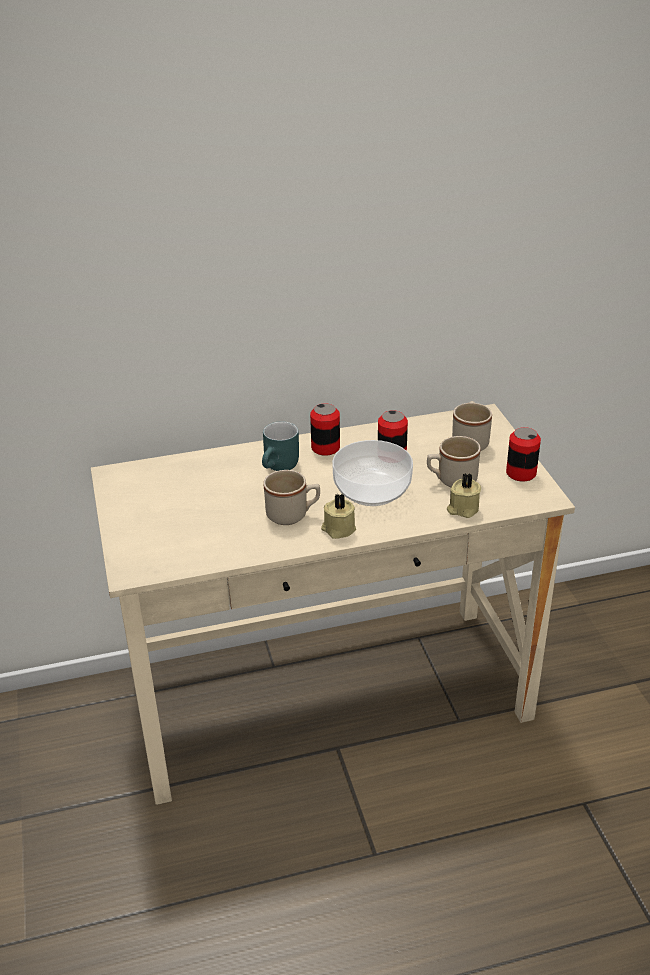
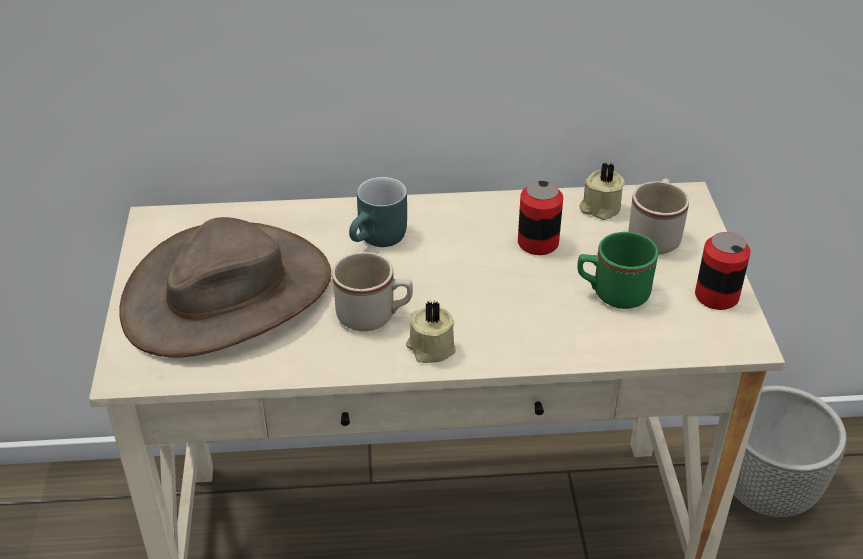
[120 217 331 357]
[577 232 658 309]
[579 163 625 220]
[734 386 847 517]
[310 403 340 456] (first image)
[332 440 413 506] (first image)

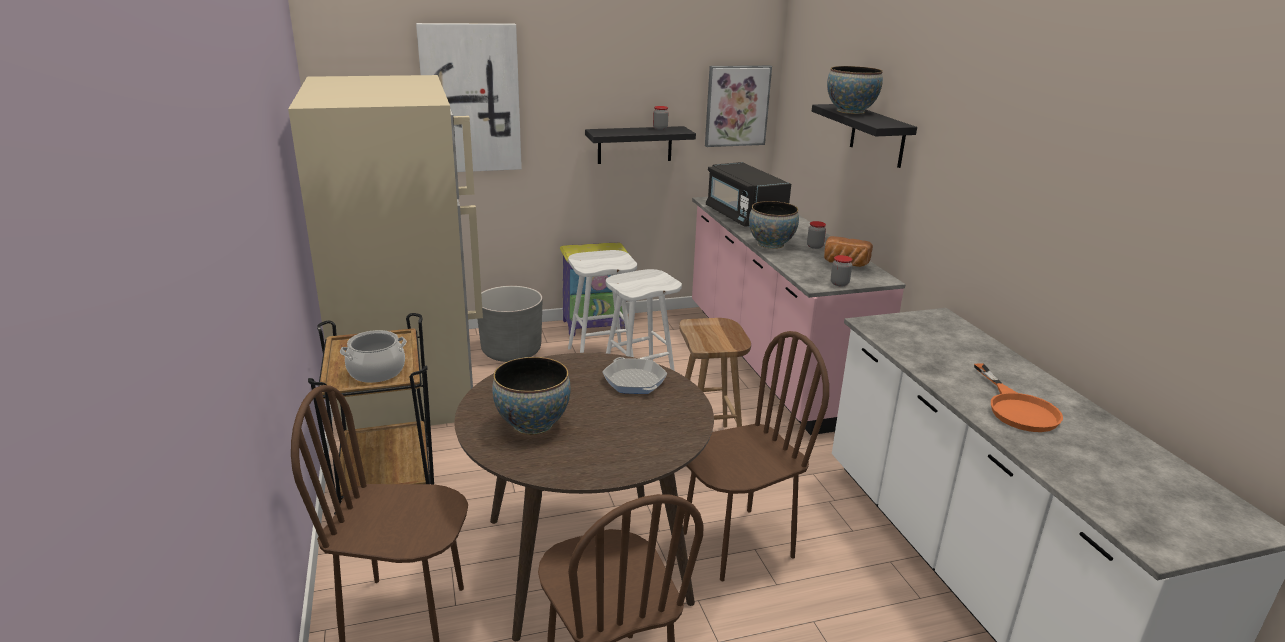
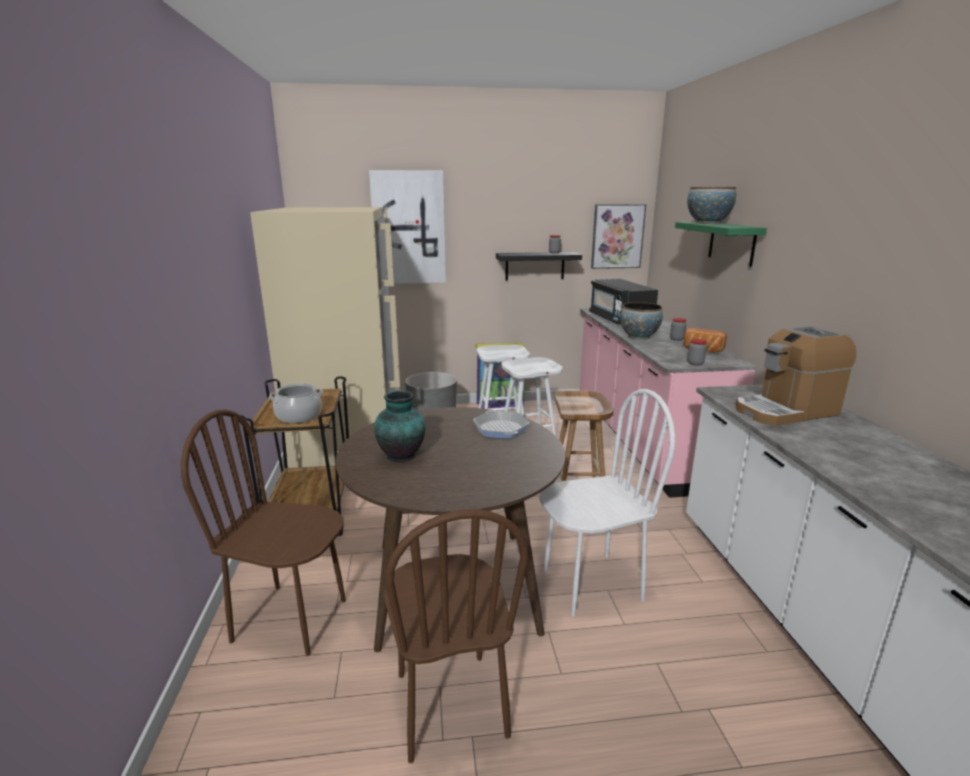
[374 390 425 462]
[539 389 675 617]
[675 222 767 266]
[736 326 856 426]
[974 363 1063 432] (first image)

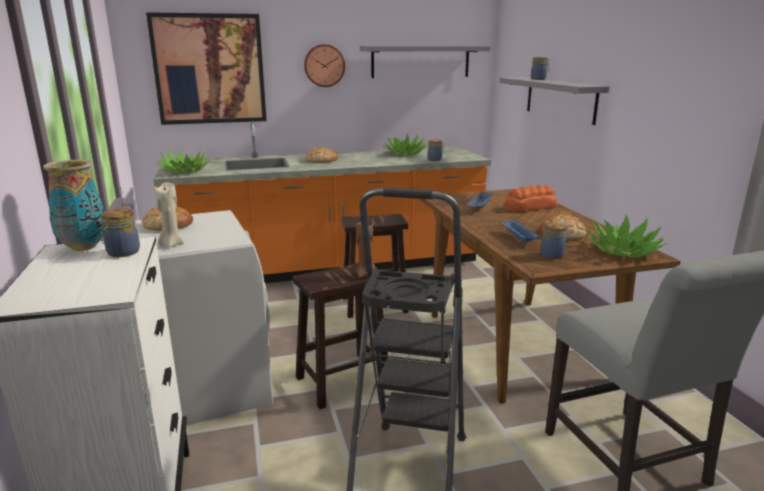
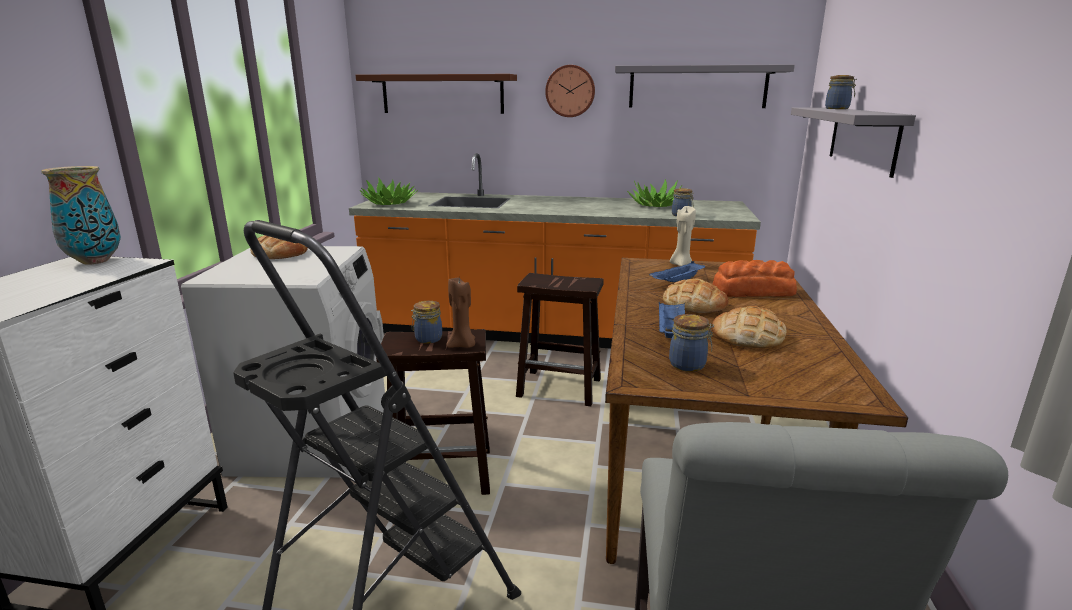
[356 74 517 114]
[411 301 442 344]
[663 279 728 313]
[670 206 696 266]
[585 215 667 257] (first image)

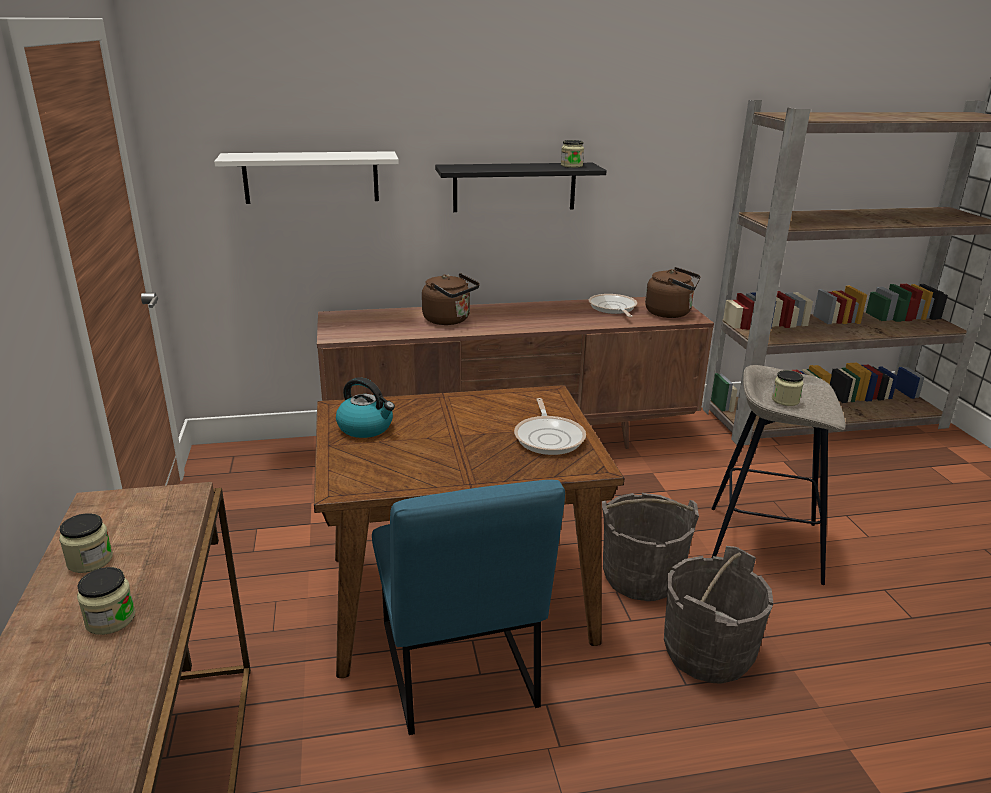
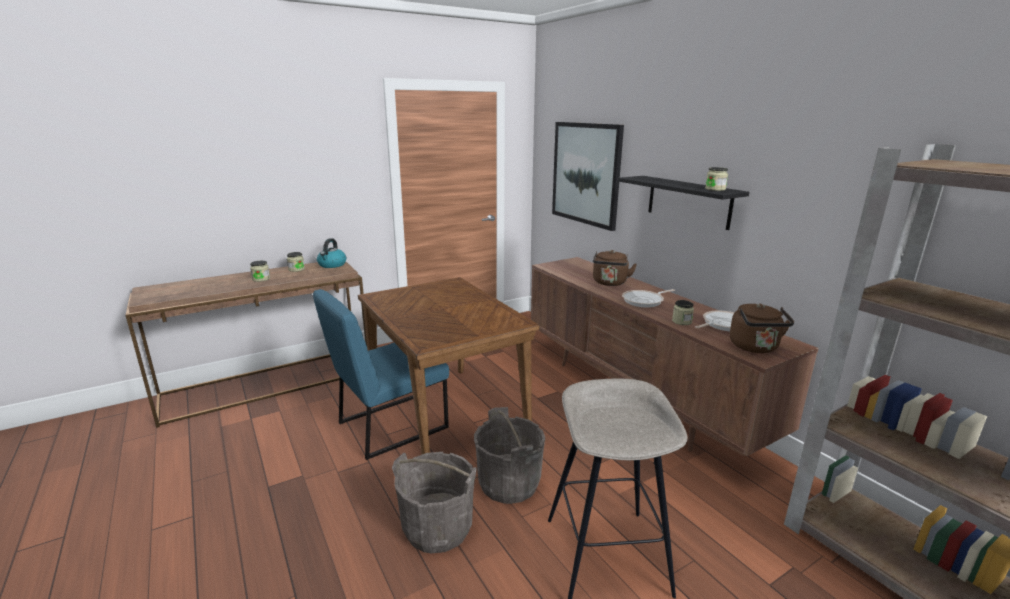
[317 238 346 268]
[552 122 624 231]
[622 289 675 308]
[672 300 694 325]

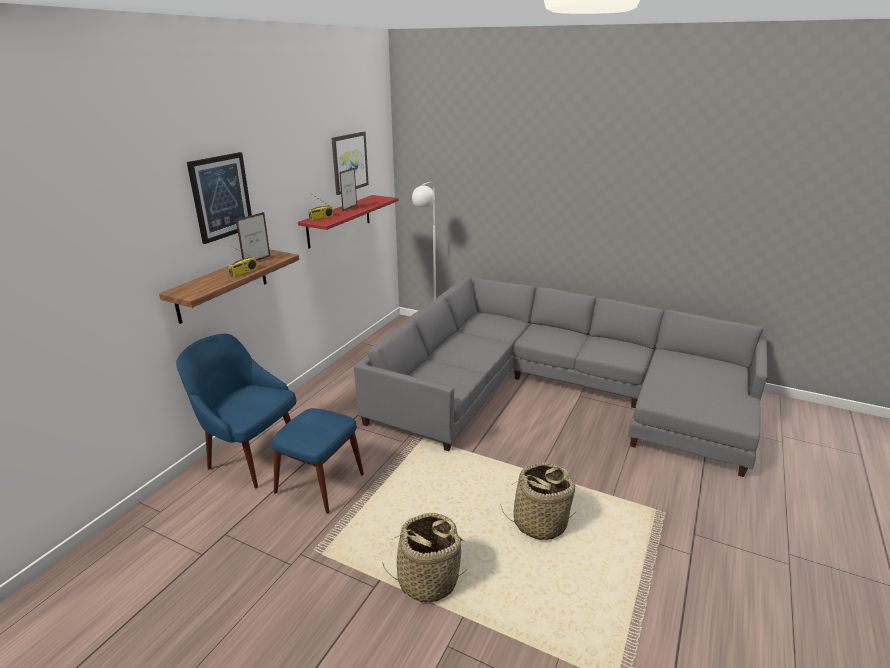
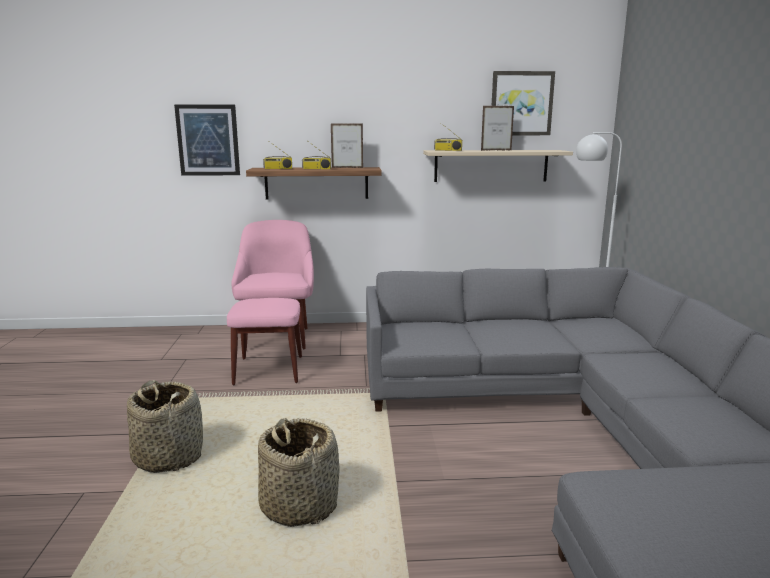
[174 104 240 176]
[227 220 314 385]
[263 142 292 169]
[423 150 573 182]

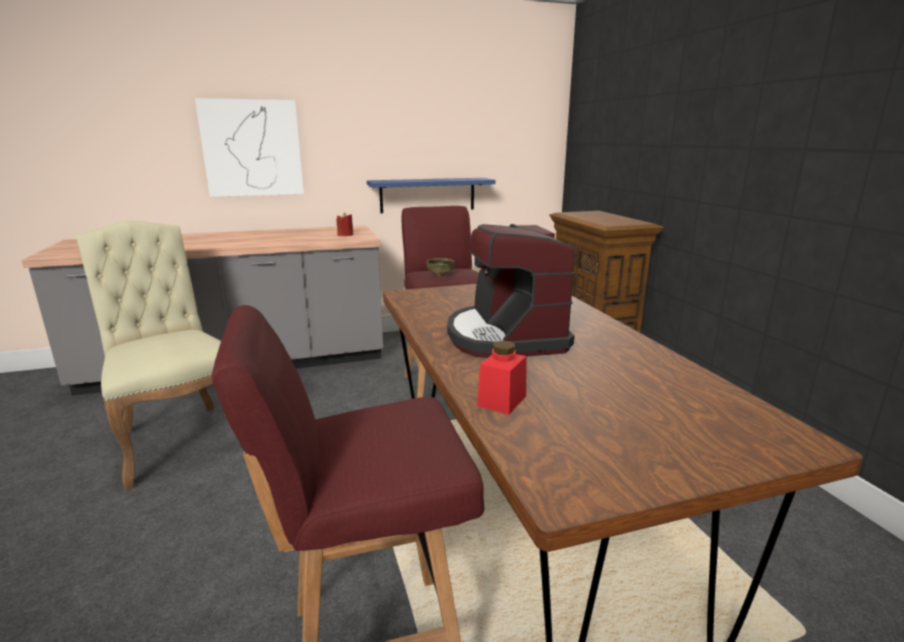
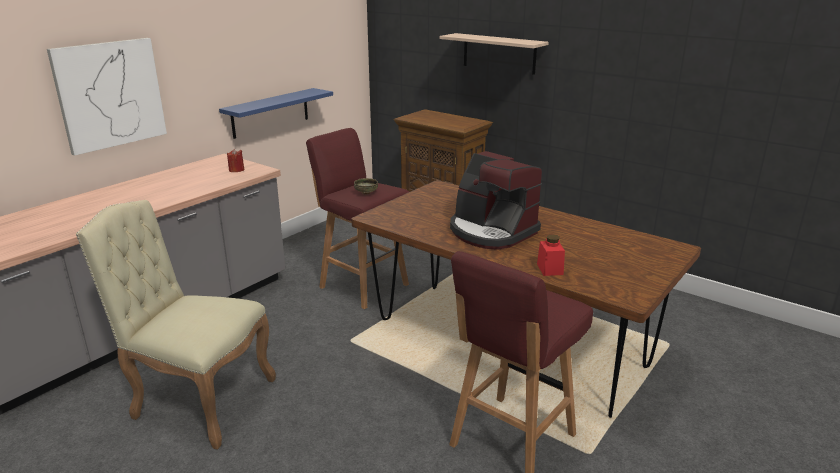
[440 33 549 75]

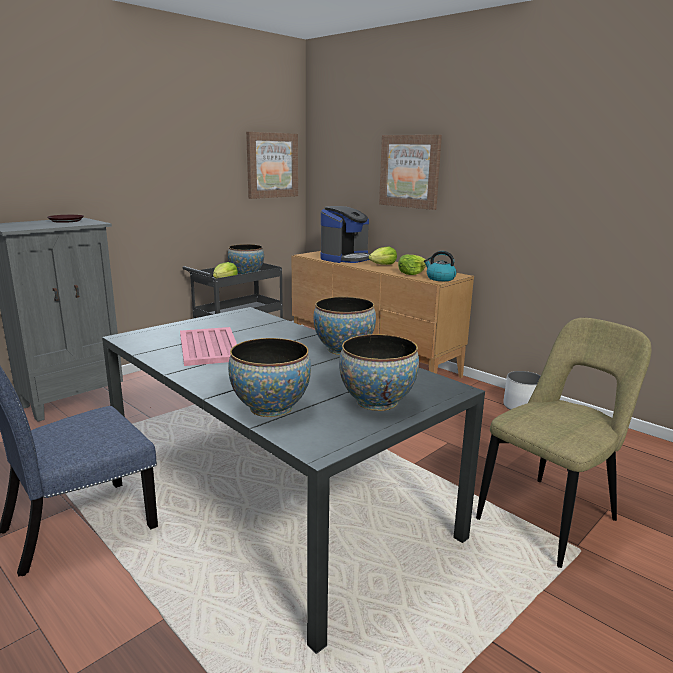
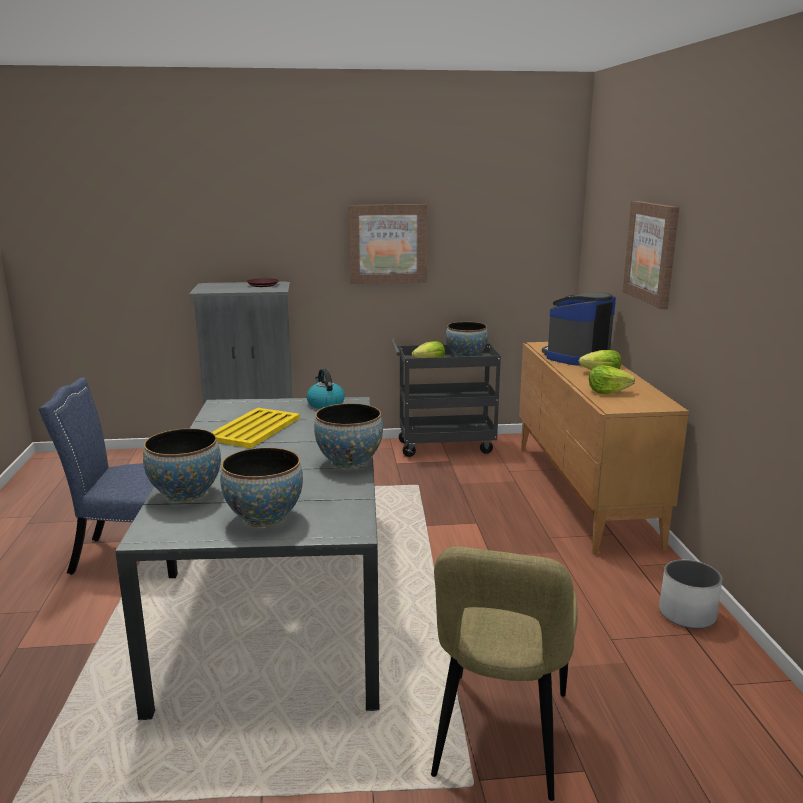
[212 408 300 448]
[306 369 345 409]
[349 204 427 284]
[431 546 578 801]
[542 292 616 365]

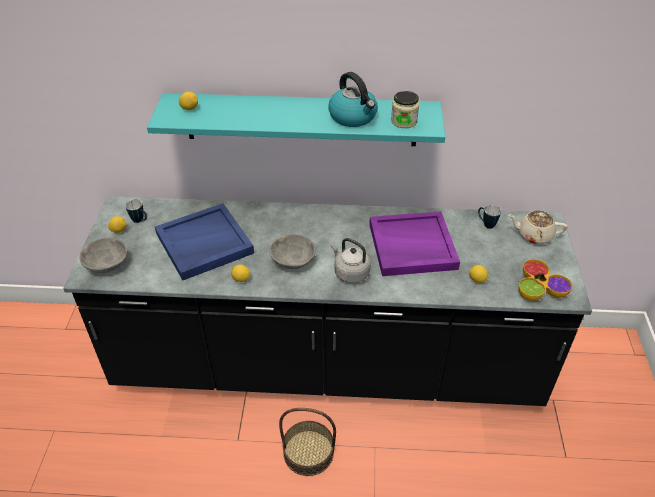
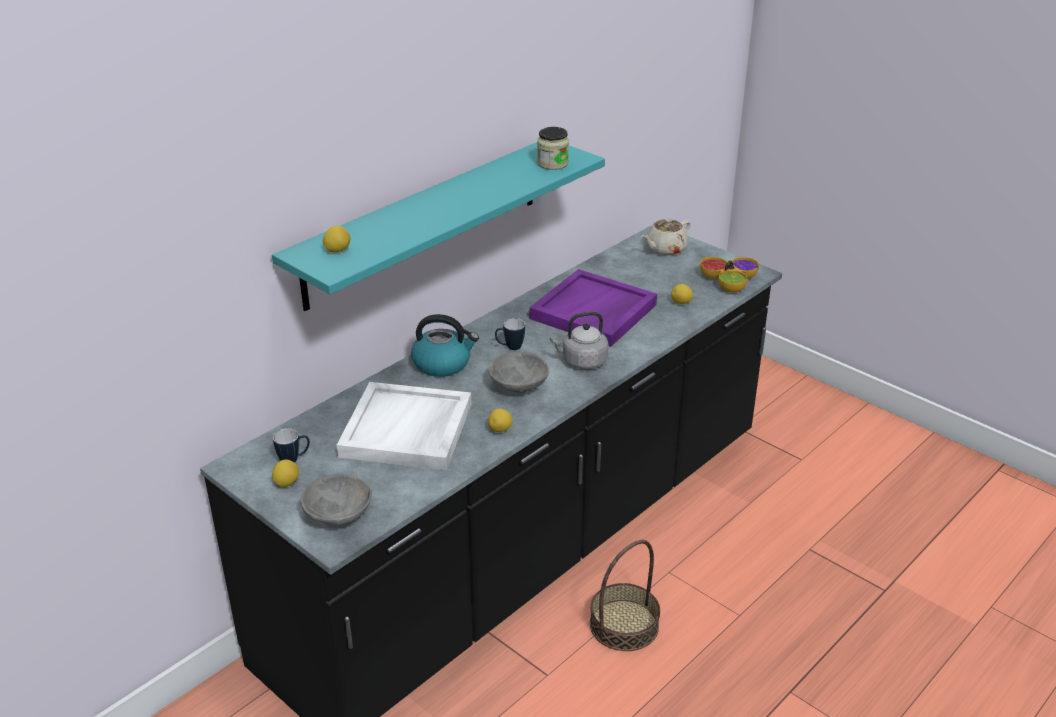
[337 382 471 470]
[411 314 479 377]
[495 318 525 350]

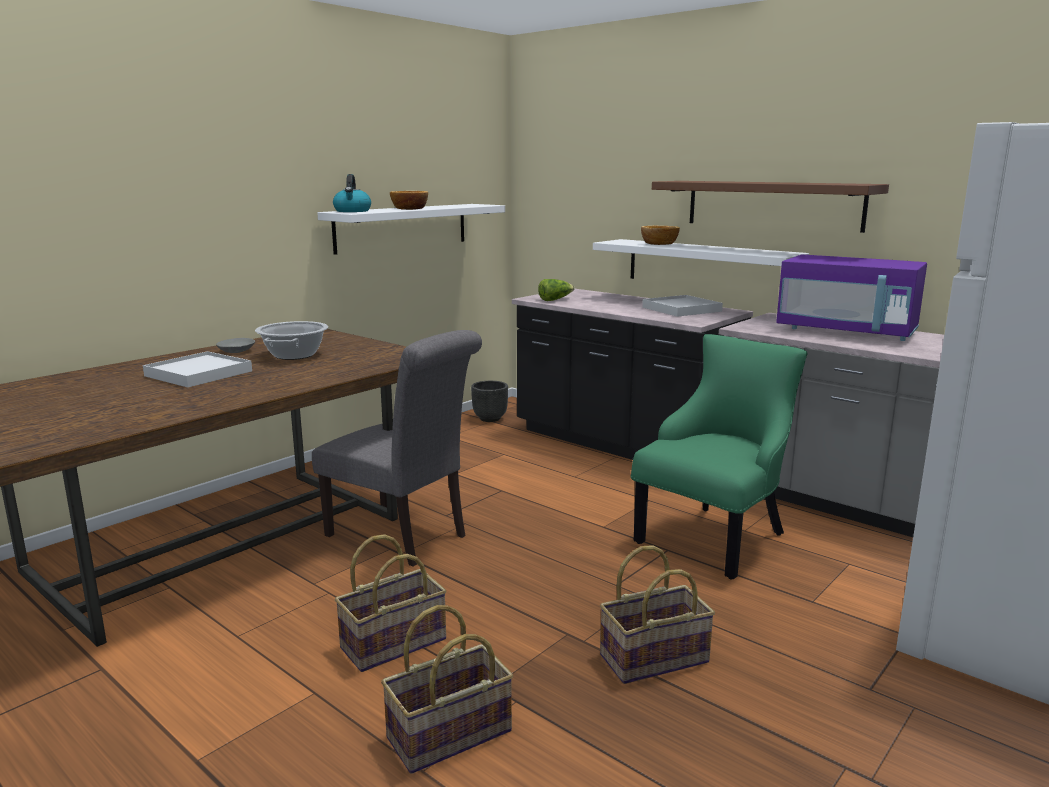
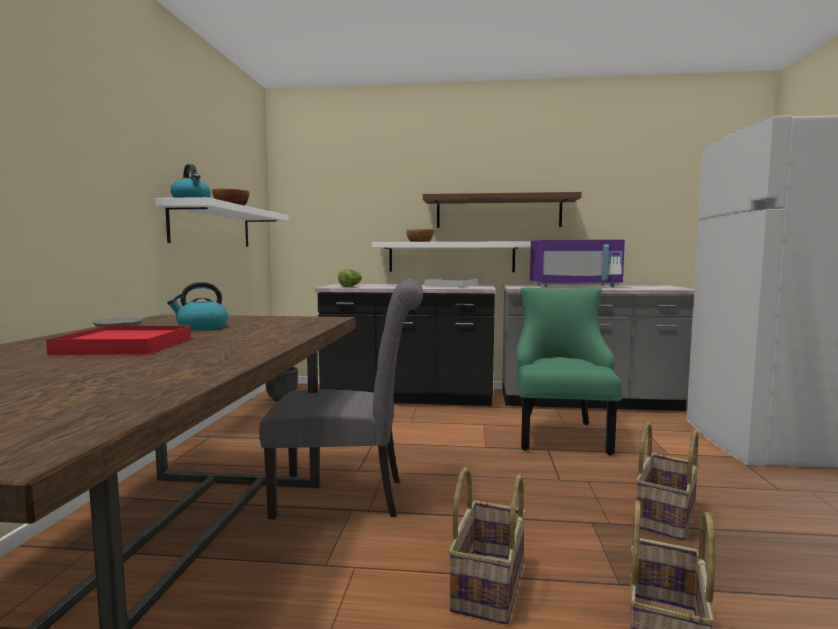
[46 326 191 355]
[167 282 228 330]

